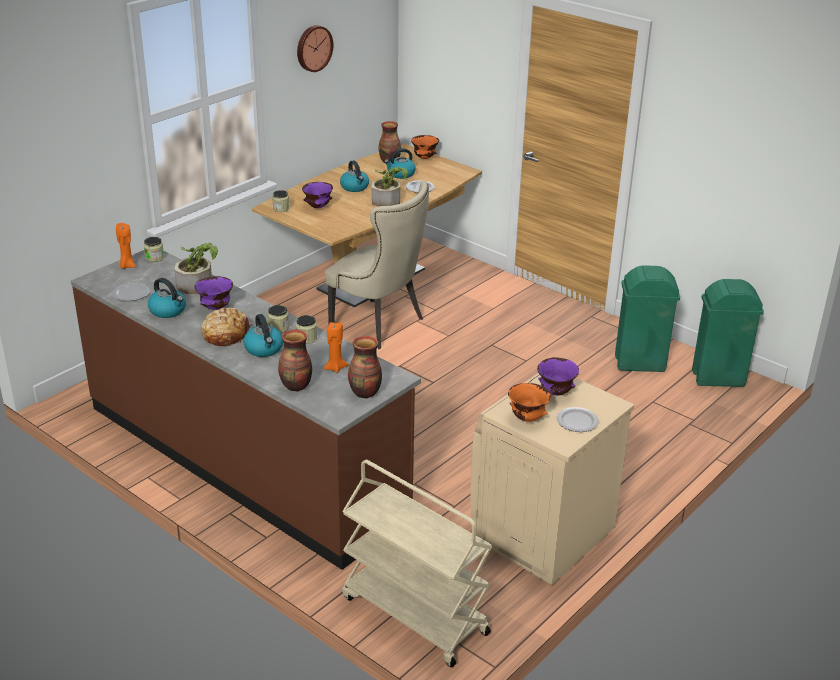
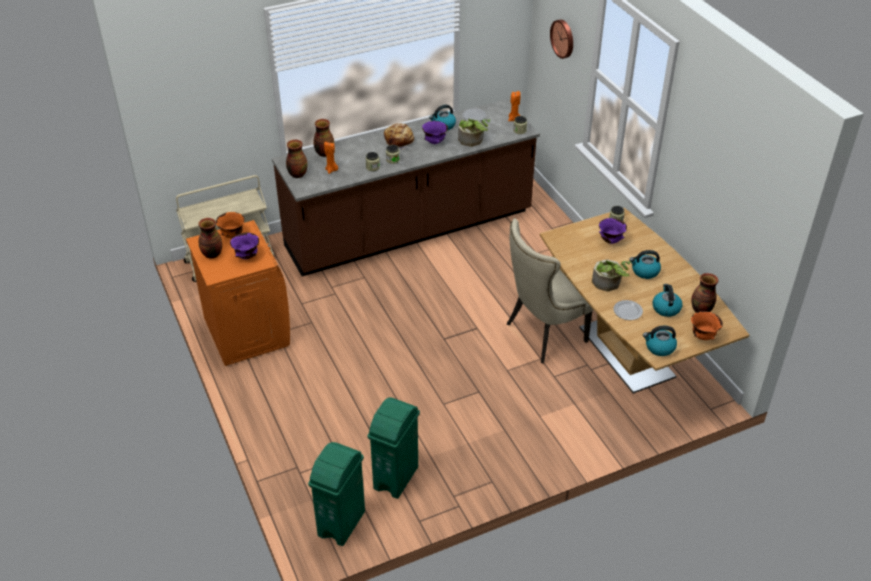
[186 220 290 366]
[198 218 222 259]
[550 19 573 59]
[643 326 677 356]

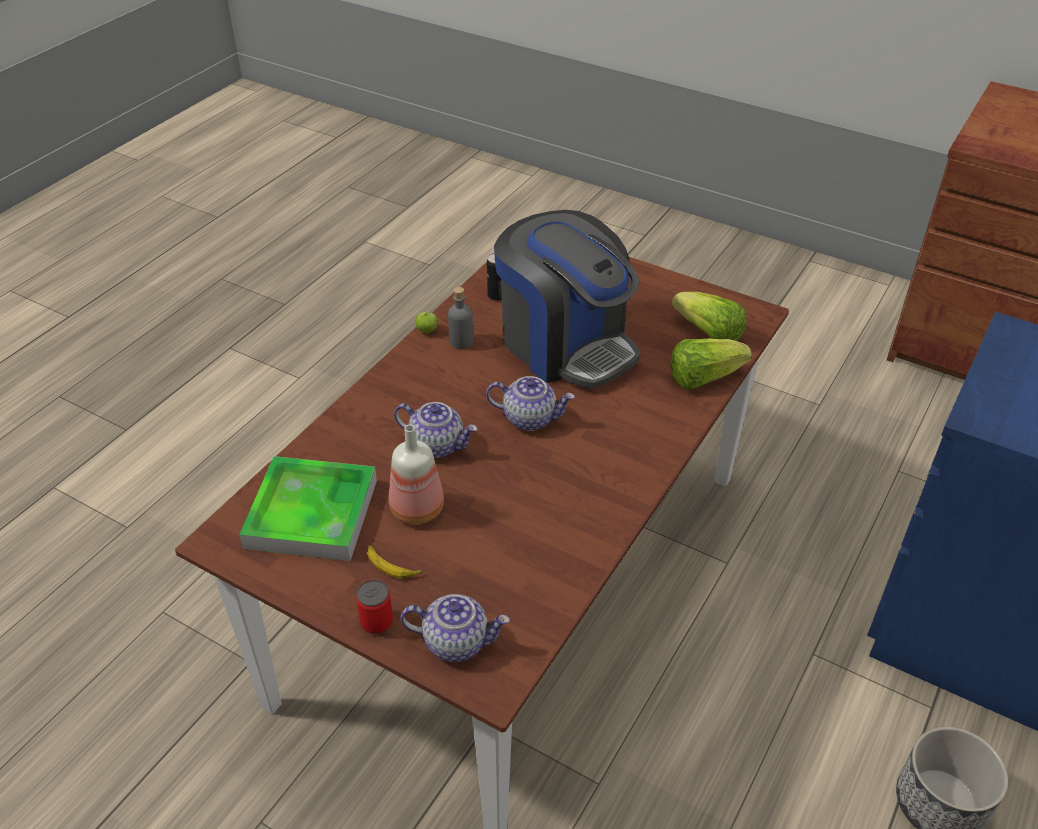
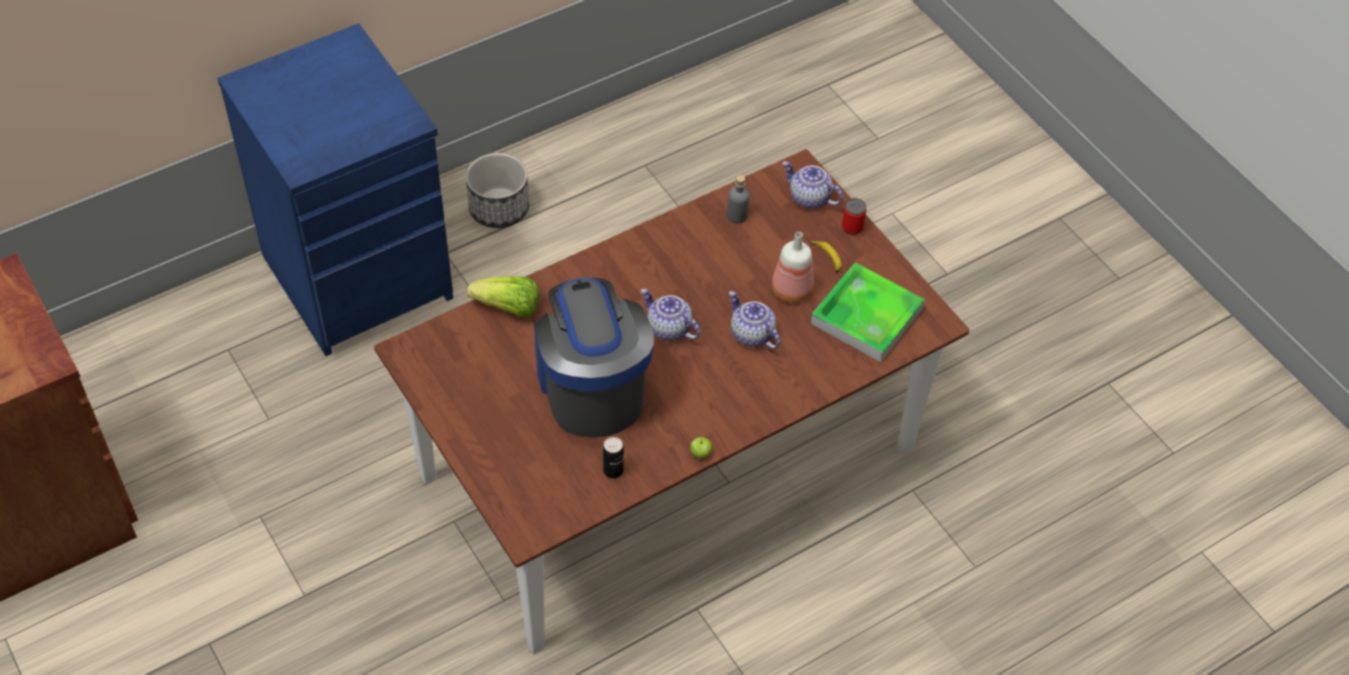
[727 175 750 224]
[672 292 747 341] (first image)

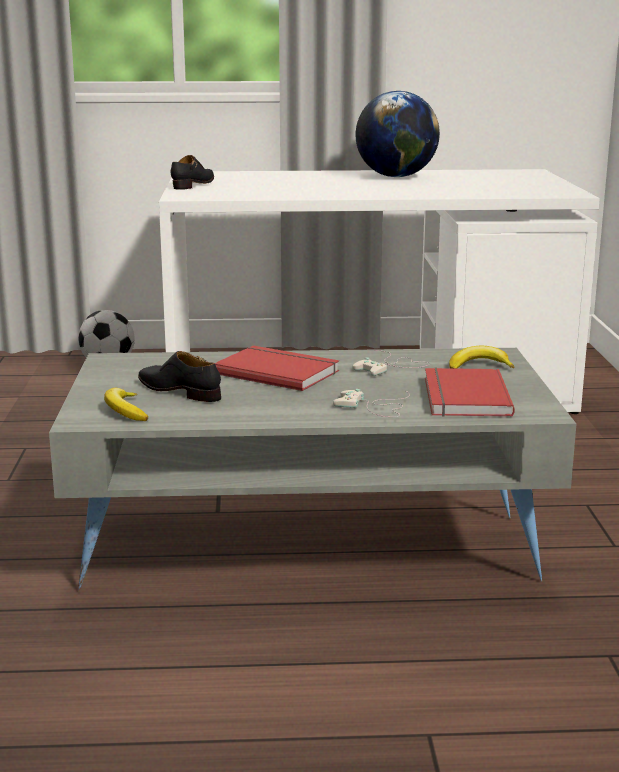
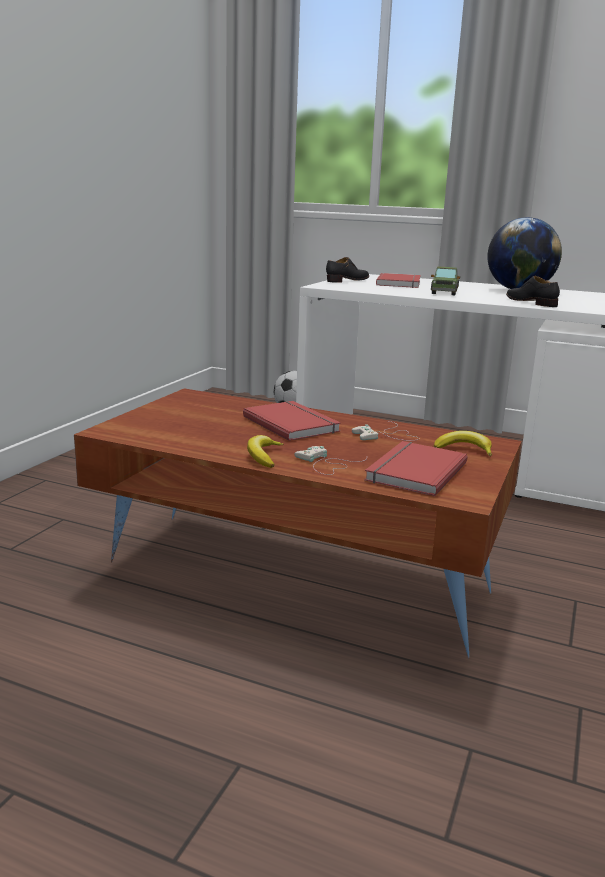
[74 389 521 658]
[247 435 284 468]
[376 273 421 288]
[431 266 460 295]
[506 276 560 307]

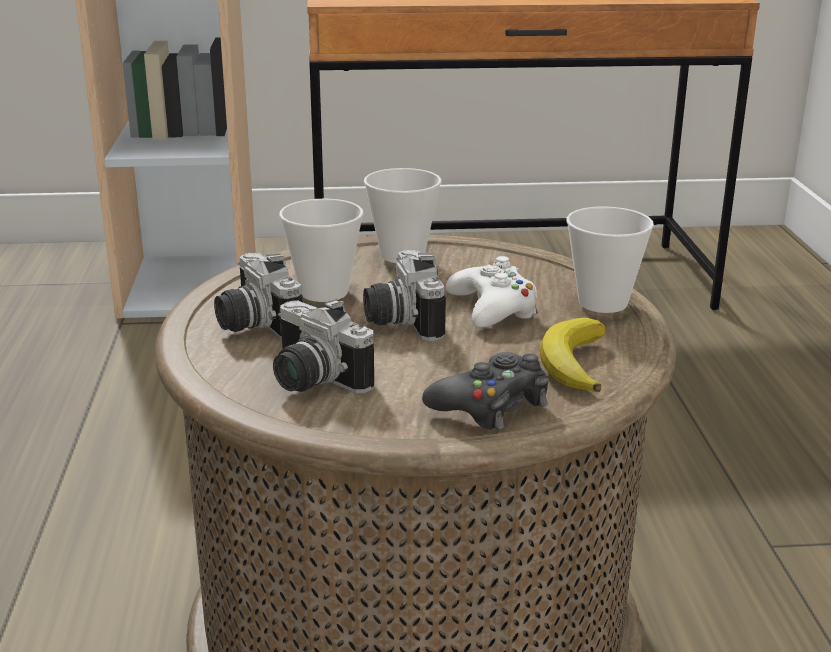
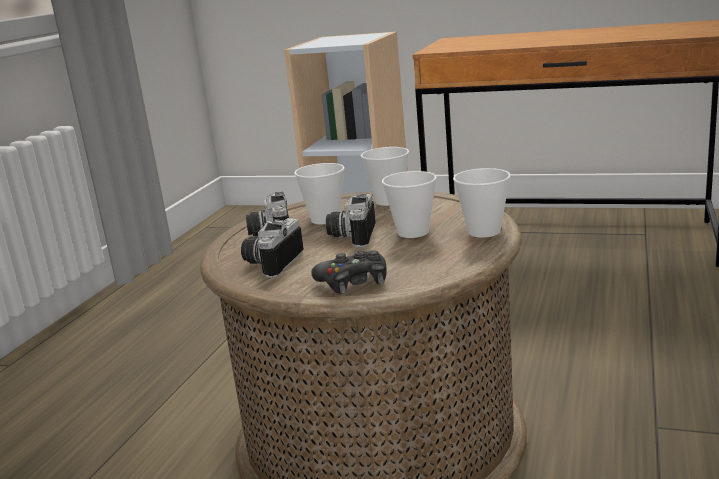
[241 218 304 278]
[382 171 437 238]
[540 318 606 392] (first image)

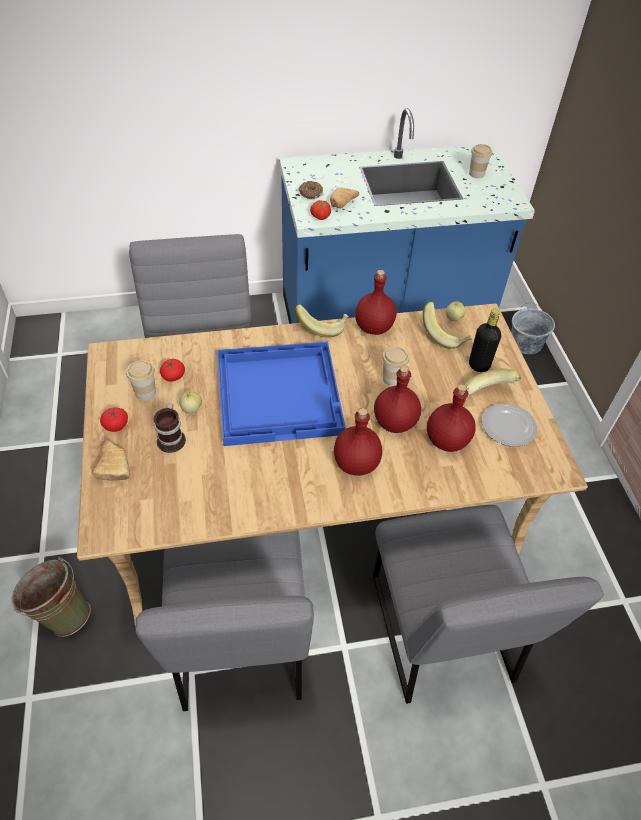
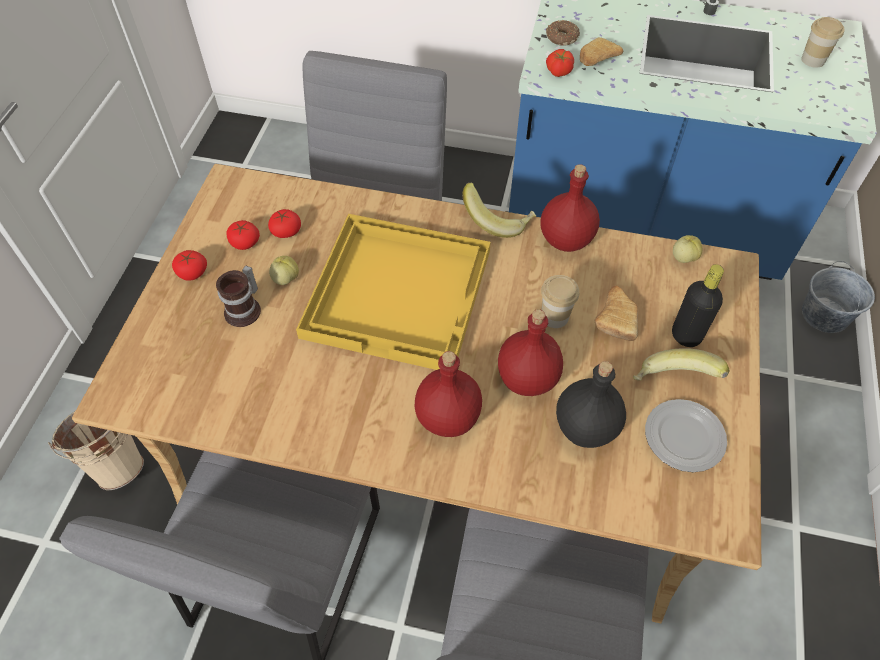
[48 411 144 490]
[226 220 260 250]
[296 214 491 370]
[556 361 626 448]
[595 286 638 341]
[423 302 472 349] (first image)

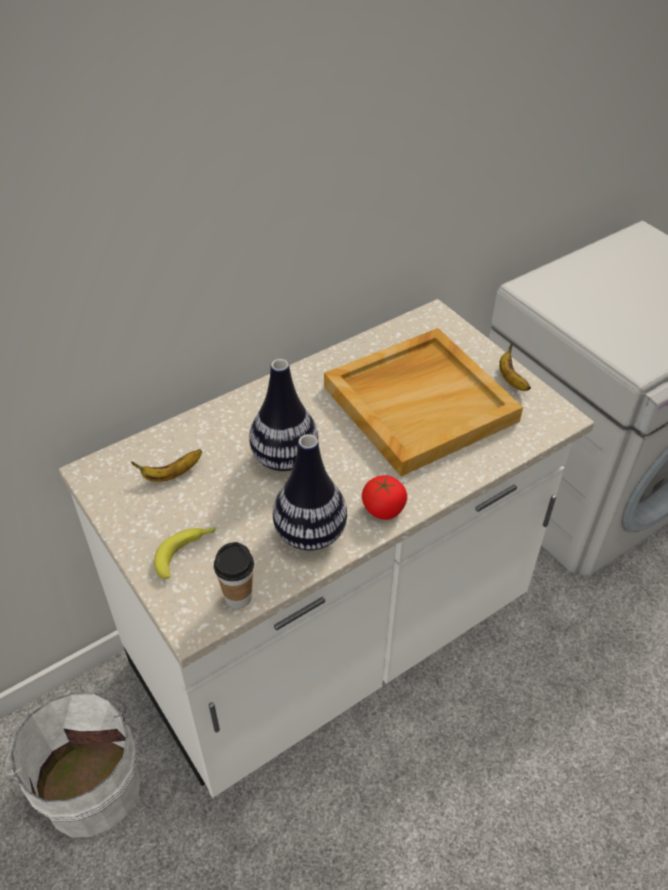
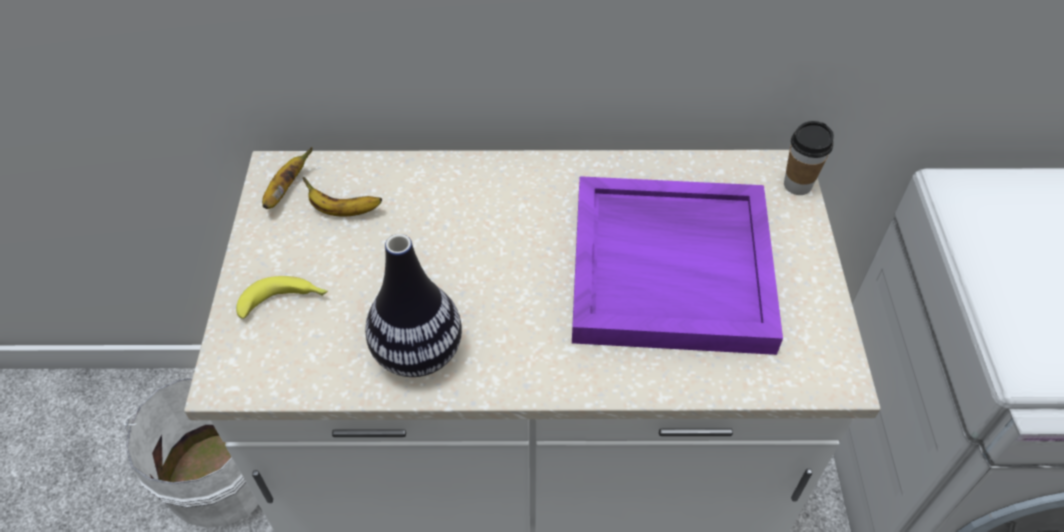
[262 147 312 209]
[572 176 783 355]
[784 121 834 195]
[249 359 318 471] (first image)
[362 475 407 520] (first image)

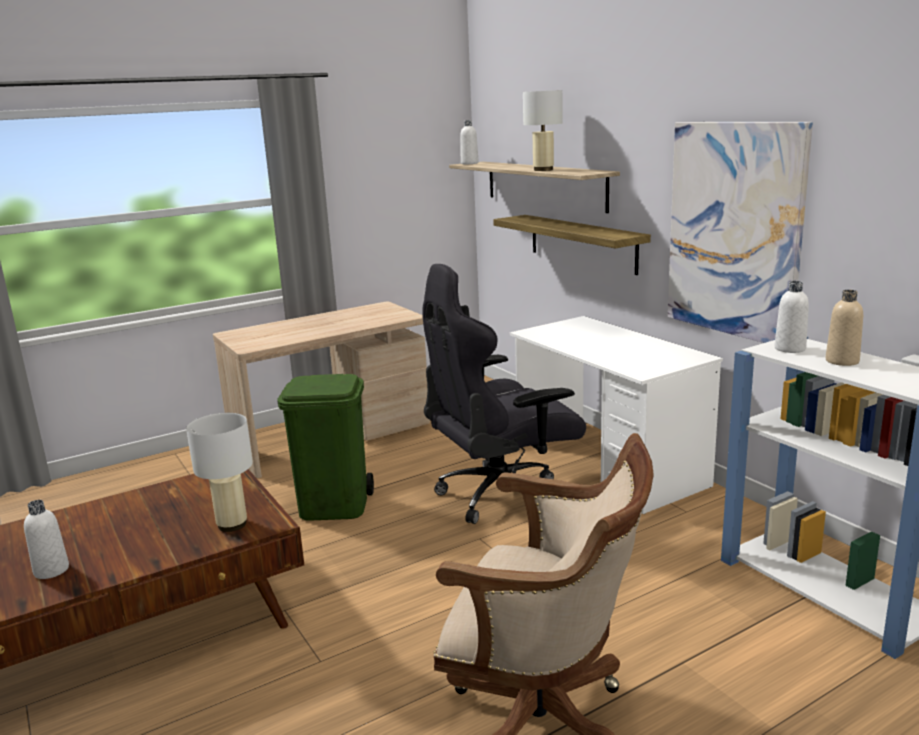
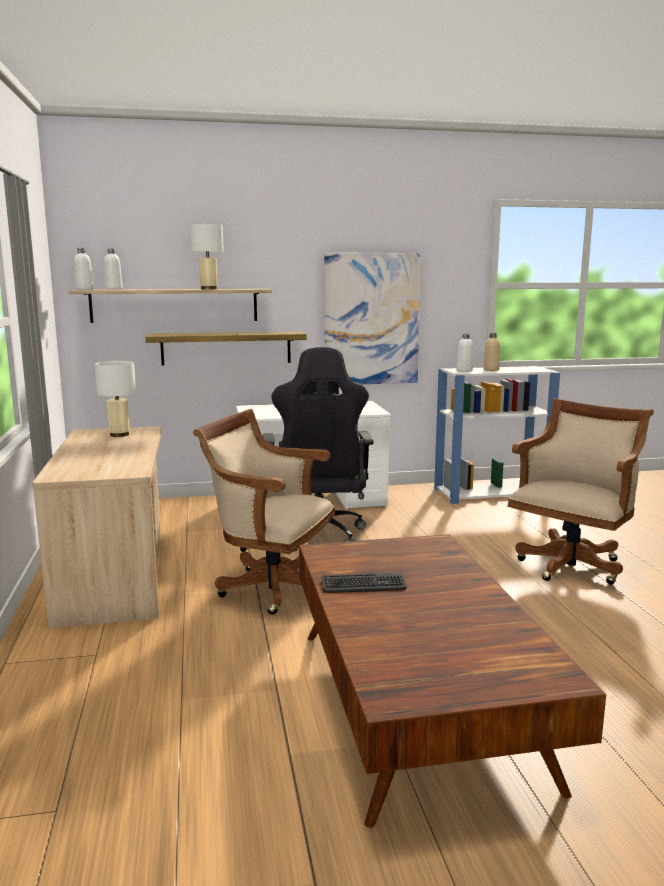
[95 361 136 437]
[104 248 123 290]
[193 409 335 615]
[321 573 407 593]

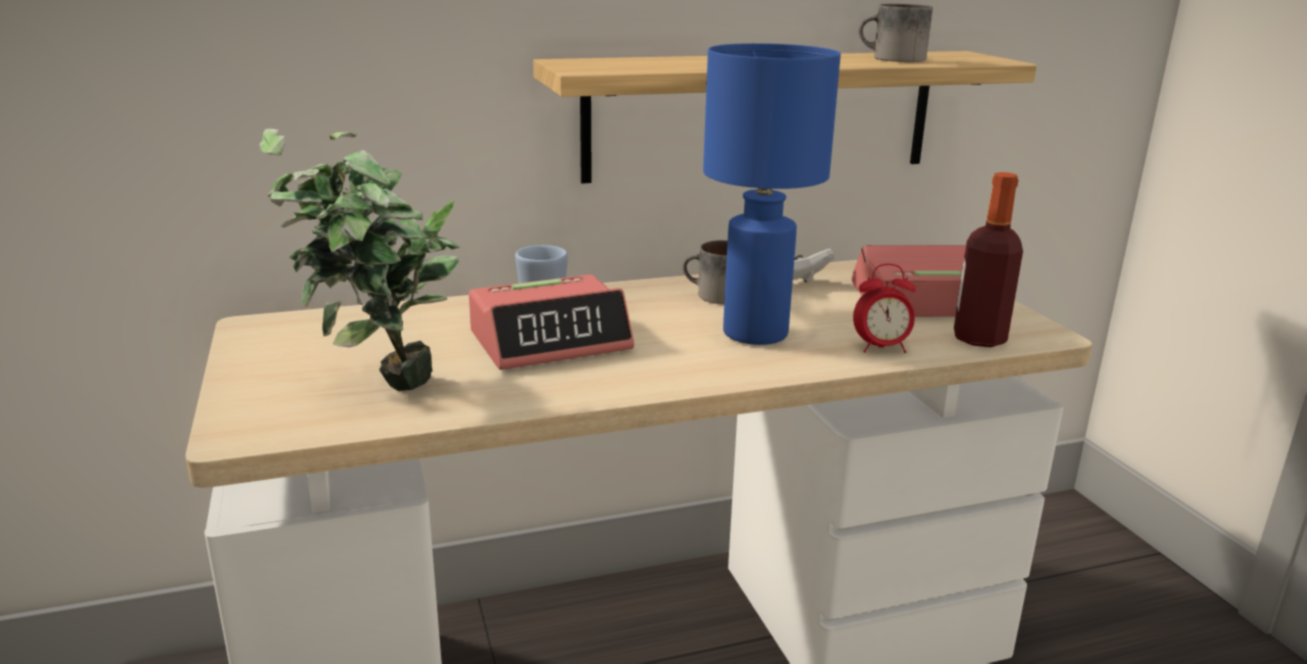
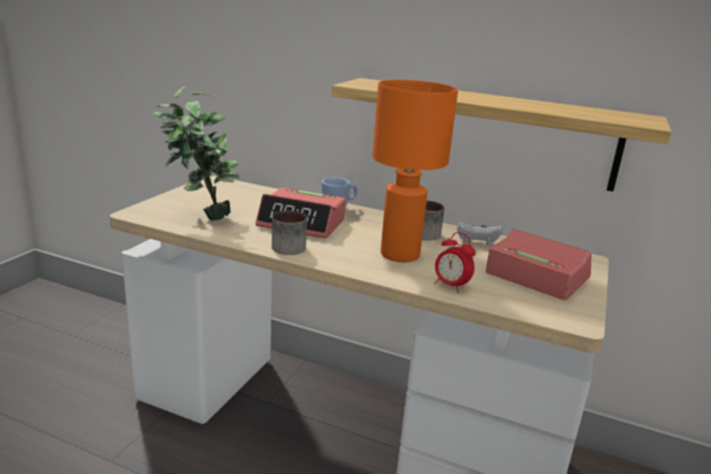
[272 211 307 255]
[372 80 458 262]
[954 172 1023 347] (first image)

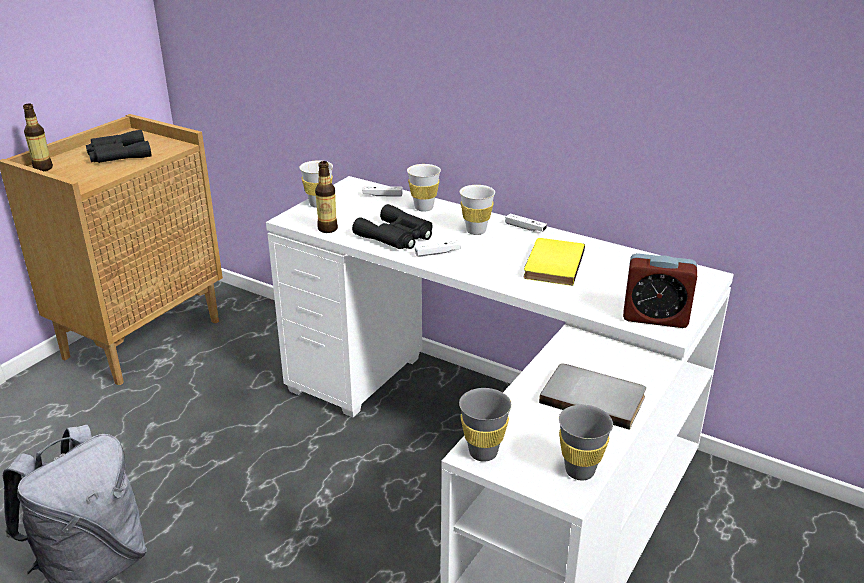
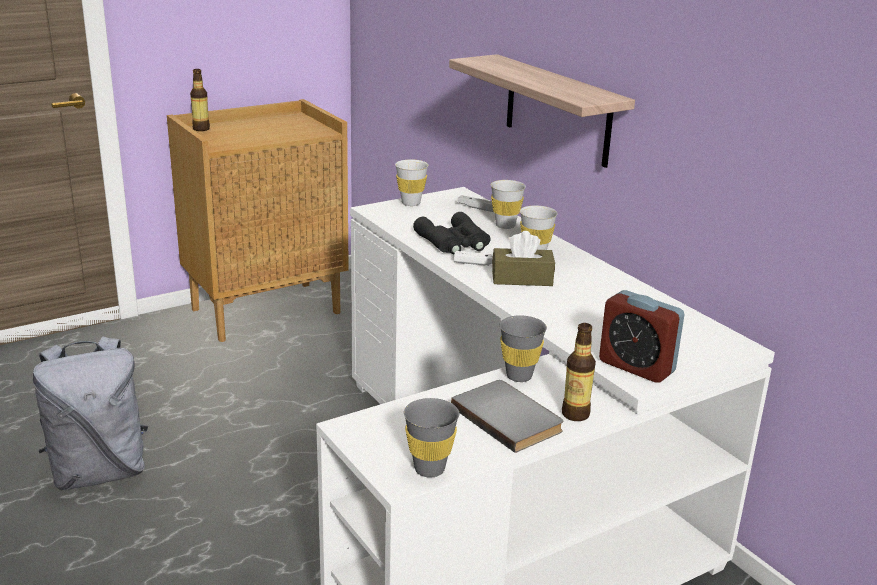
[449 54 635 168]
[492 231 555 286]
[500 315 547 382]
[562 323 596 421]
[86 130 151 163] (first image)
[505 213 547 232] (first image)
[524 238 585 286] (first image)

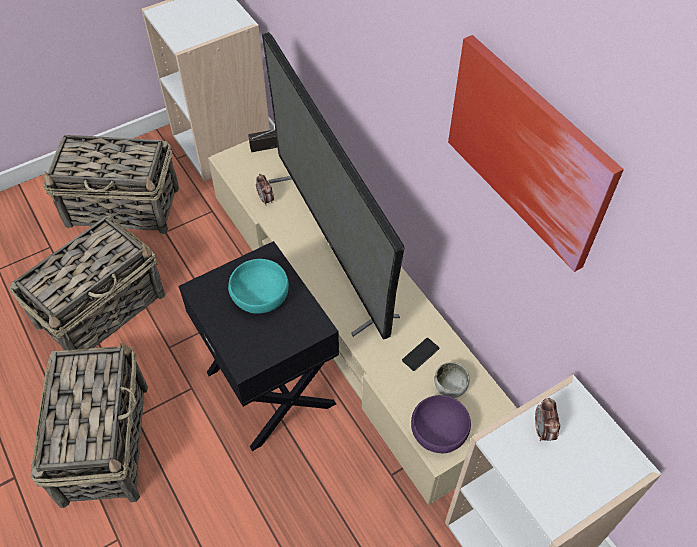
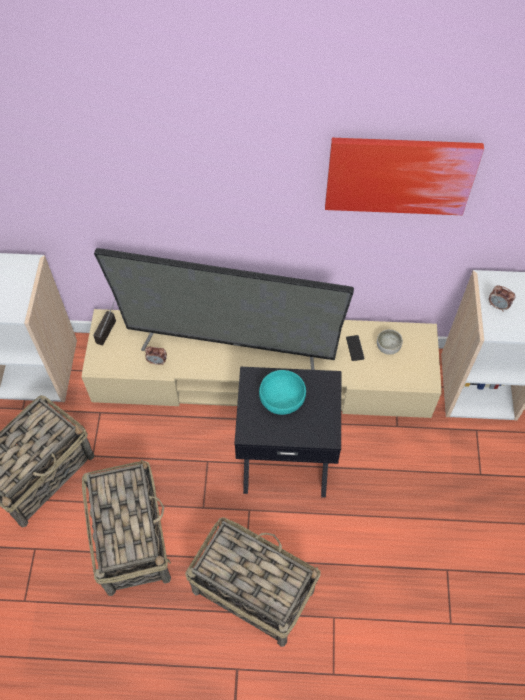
[411 395 471 453] (first image)

